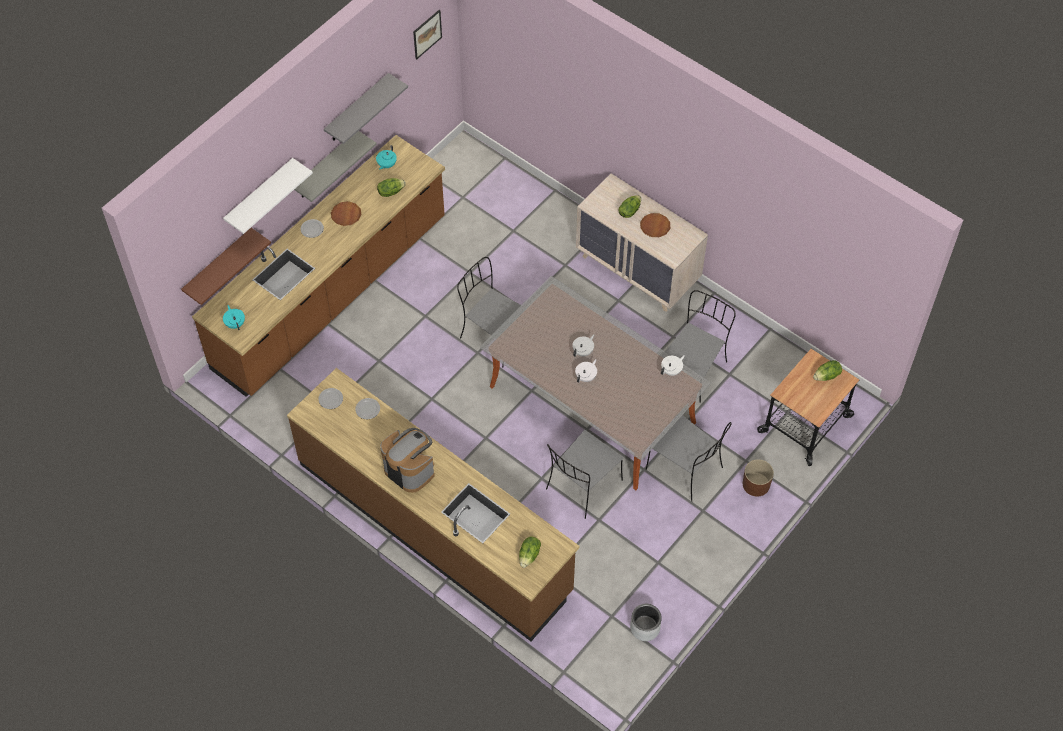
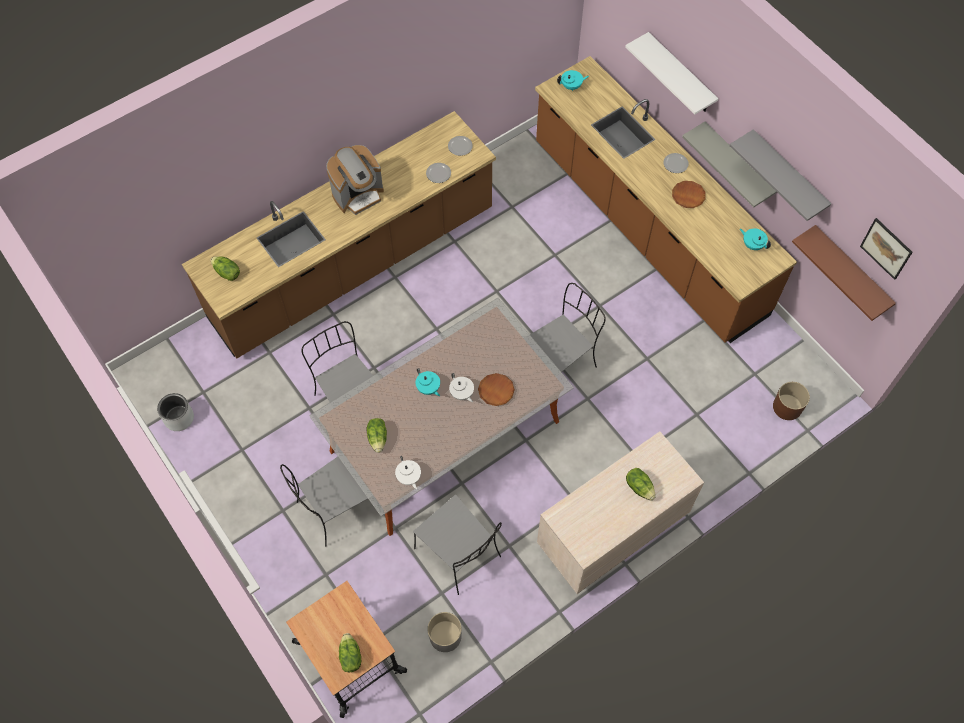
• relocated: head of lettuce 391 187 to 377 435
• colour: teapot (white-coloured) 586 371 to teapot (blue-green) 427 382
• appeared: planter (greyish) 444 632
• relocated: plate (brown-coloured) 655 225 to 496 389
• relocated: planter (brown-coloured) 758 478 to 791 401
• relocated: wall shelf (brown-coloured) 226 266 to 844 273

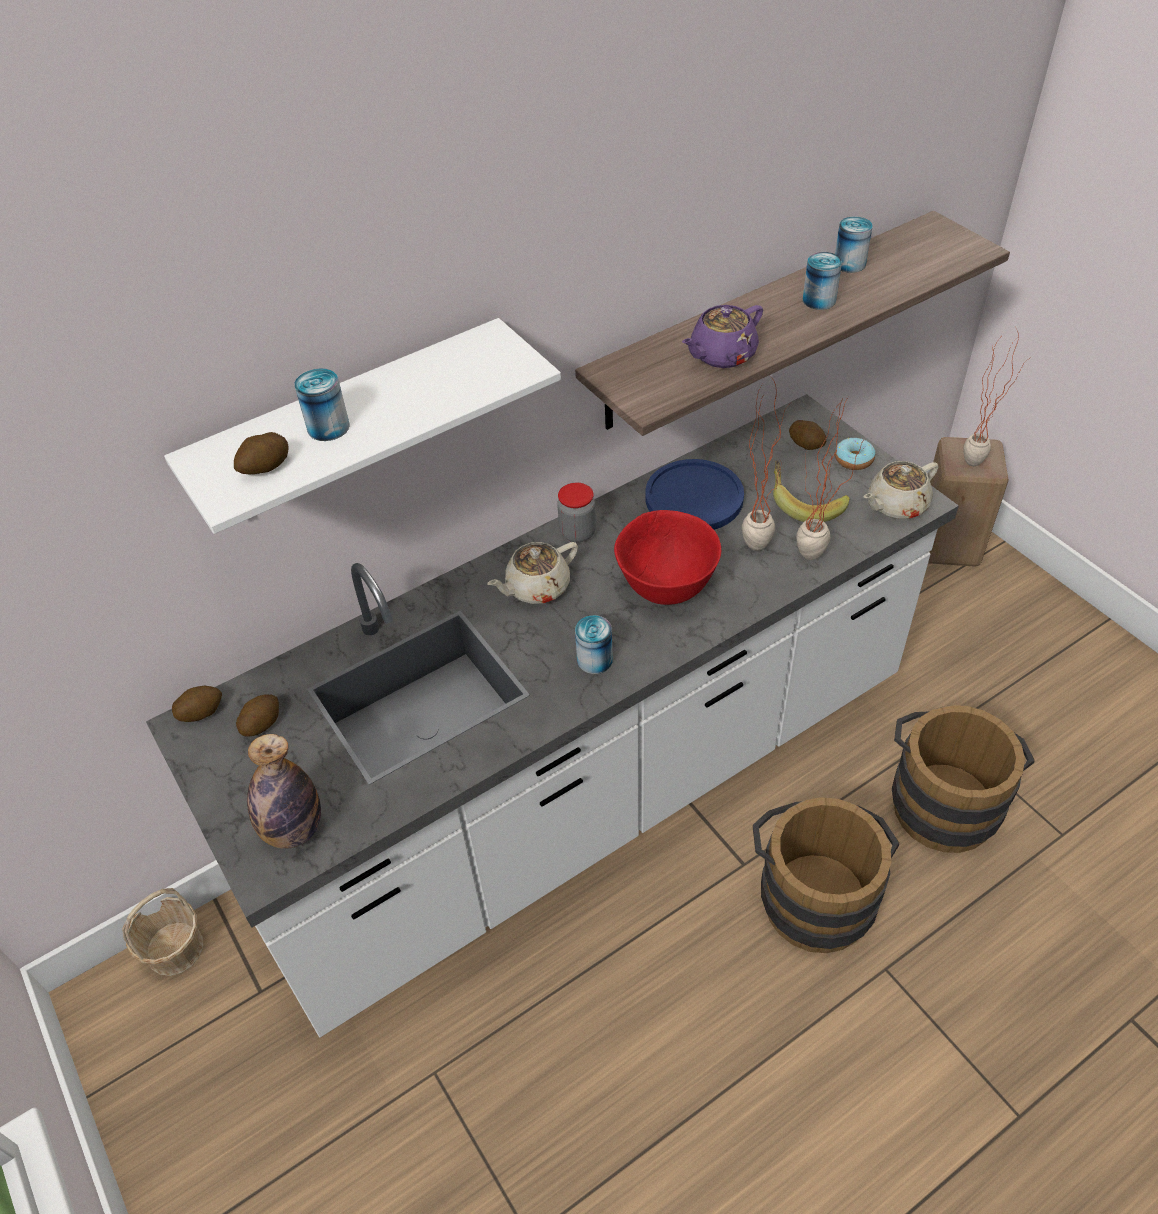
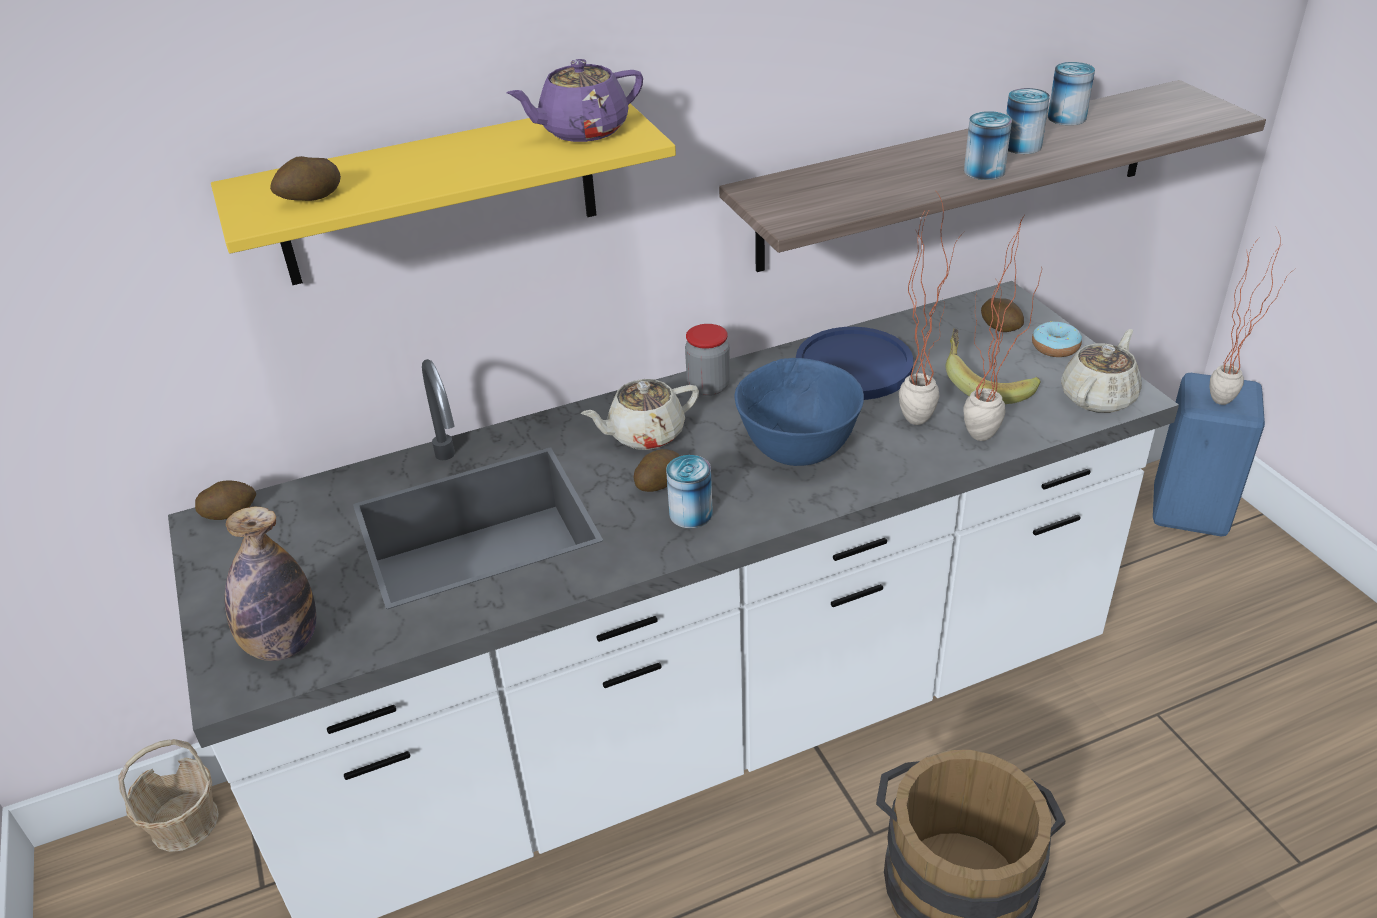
• colour: wall shelf (white-coloured) 362 426 to wall shelf (yellow) 443 194
• relocated: teapot (purplish) 722 336 to 575 100
• relocated: potato 257 715 to 657 470
• colour: bowl (red-coloured) 667 557 to bowl (blue-coloured) 799 412
• relocated: can 322 404 to 988 145
• spun: teapot (beige) 901 490 = 1101 371 150 degrees clockwise
• colour: stool seat (beige) 968 502 to stool seat (blue-coloured) 1209 454
• missing: pail (brown-coloured) 963 779

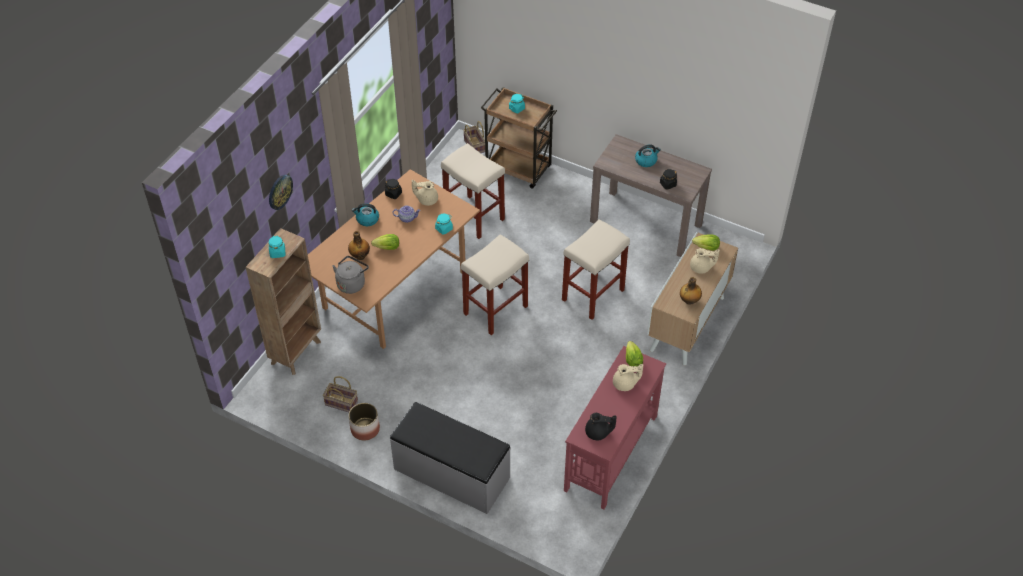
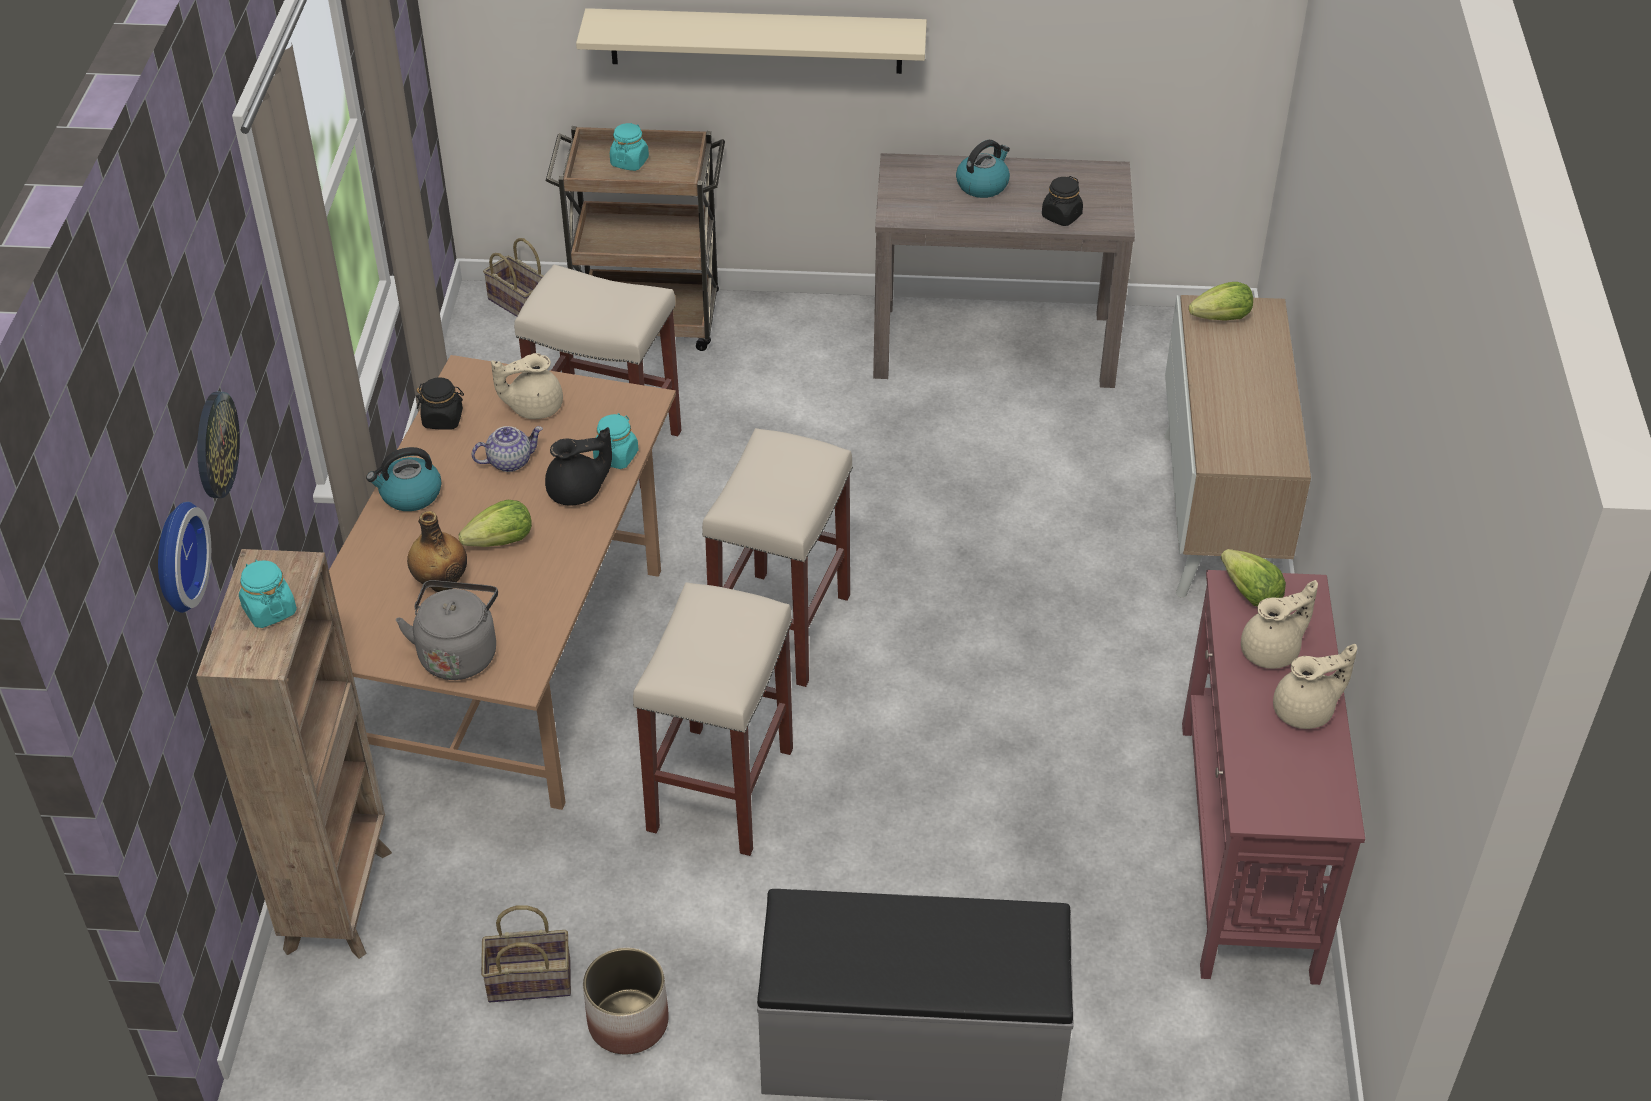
• appeared: wall clock 184 557
• relocated: teapot (blackish) 601 426 to 578 466
• appeared: wall shelf (beige) 751 41
• relocated: stool seat (beige) 596 270 to 713 719
• relocated: teapot (beige) 705 261 to 1315 686
• missing: drink bottle 691 291

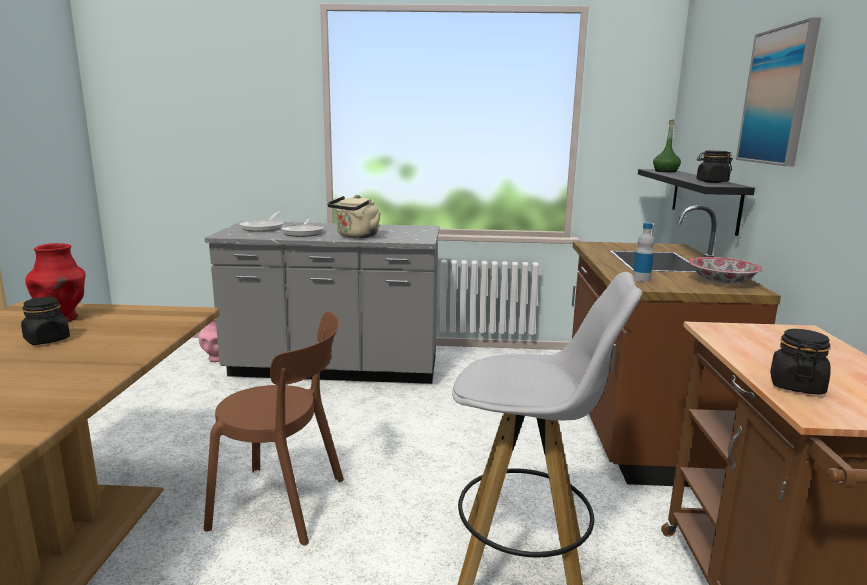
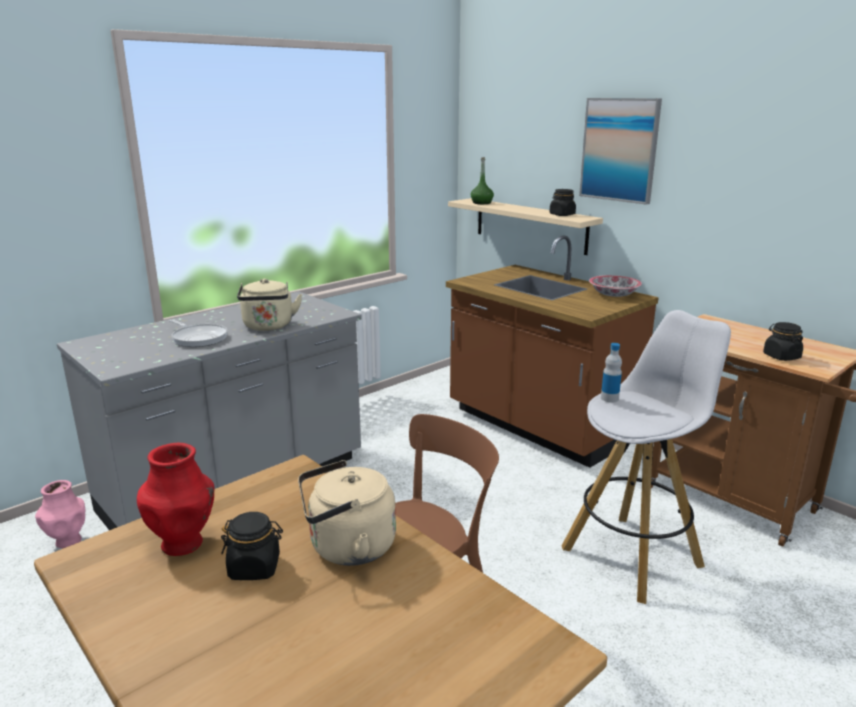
• appeared: tea kettle (beige) 347 513
• colour: wall shelf (blackish) 696 202 to wall shelf (beige) 525 226
• relocated: drink bottle 643 252 to 611 372
• missing: skillet 261 221

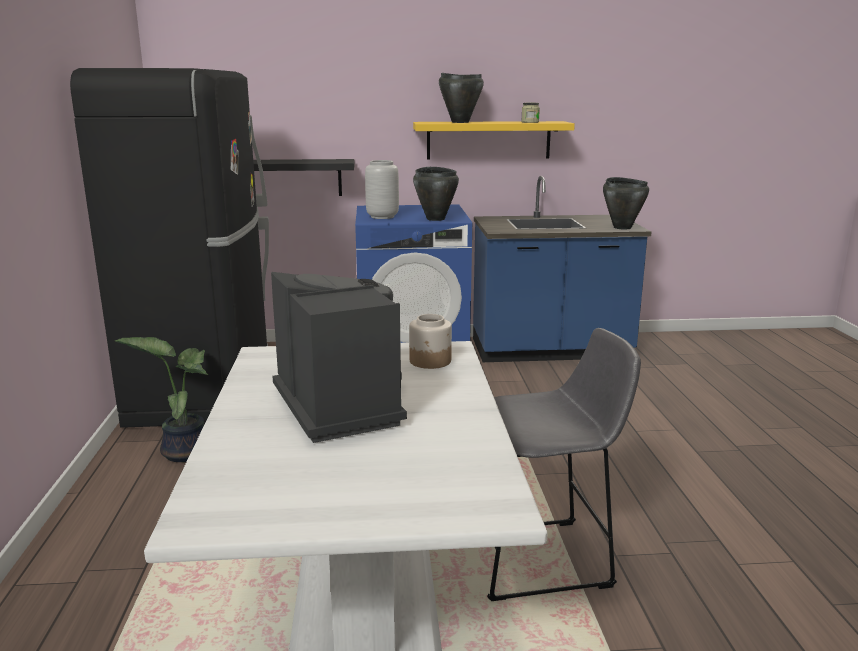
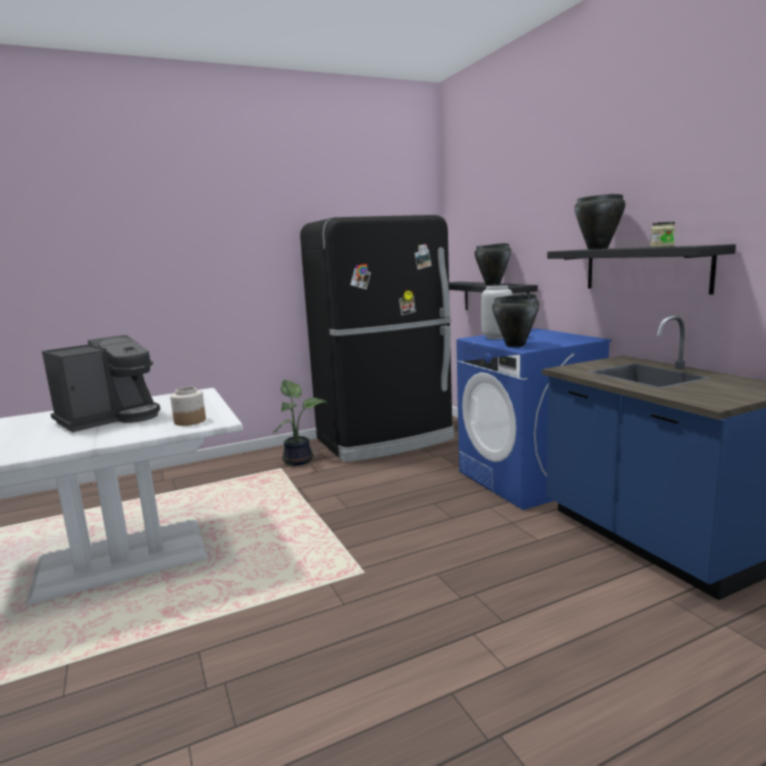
• relocated: stockpot (blackish) 626 203 to 493 264
• colour: wall shelf (yellow) 494 140 to wall shelf (blackish) 641 269
• missing: stool seat (greyish) 564 464

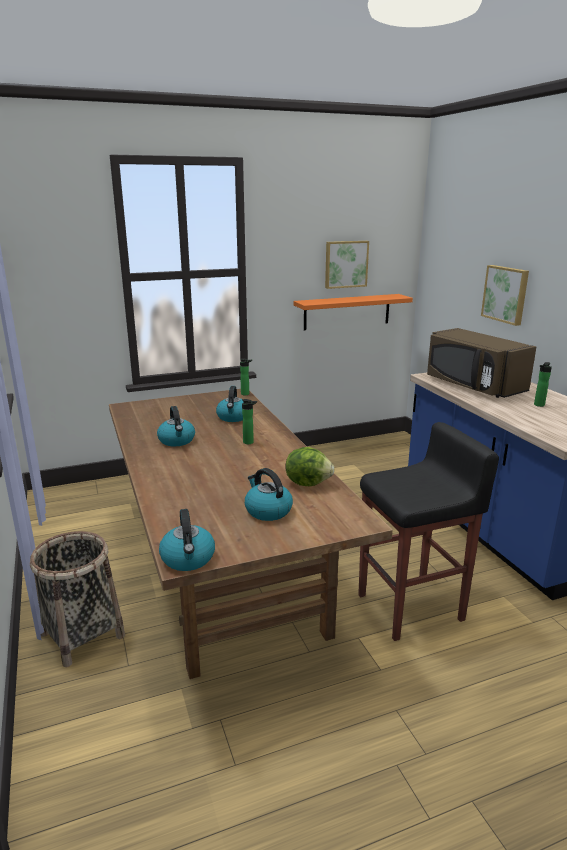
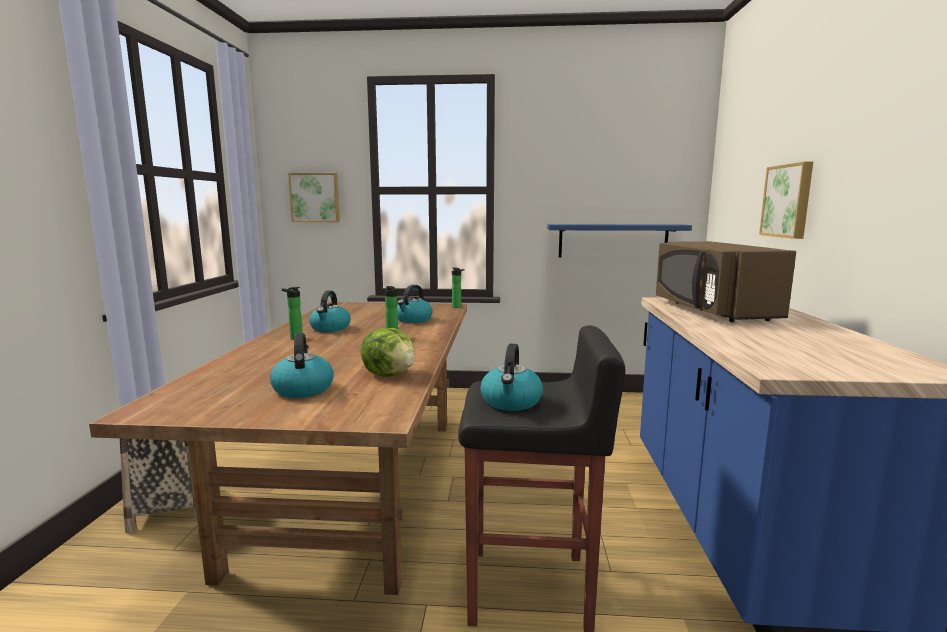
• relocated: drink bottle 543 384 to 292 313
• relocated: wall art 347 265 to 314 197
• relocated: tea kettle 187 540 to 511 377
• colour: wall shelf (orange-coloured) 353 312 to wall shelf (blue-coloured) 619 240

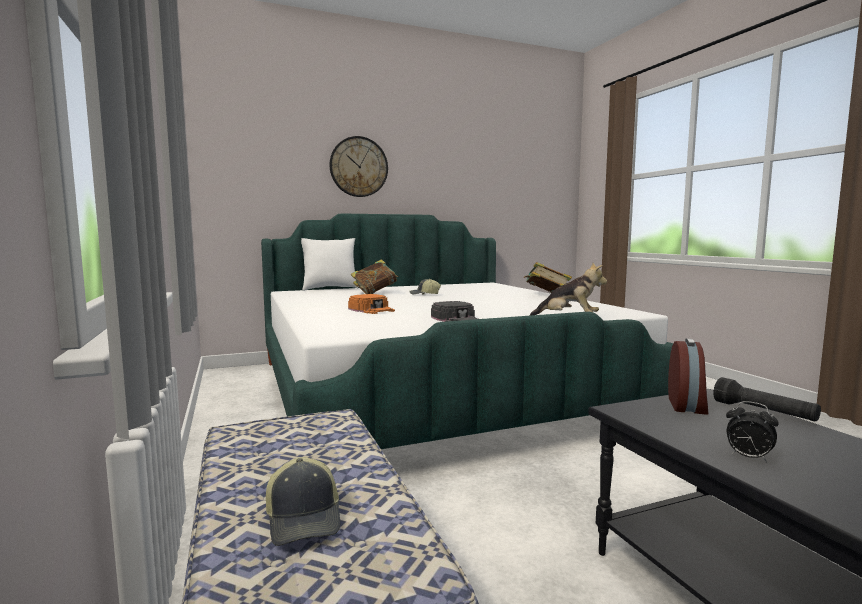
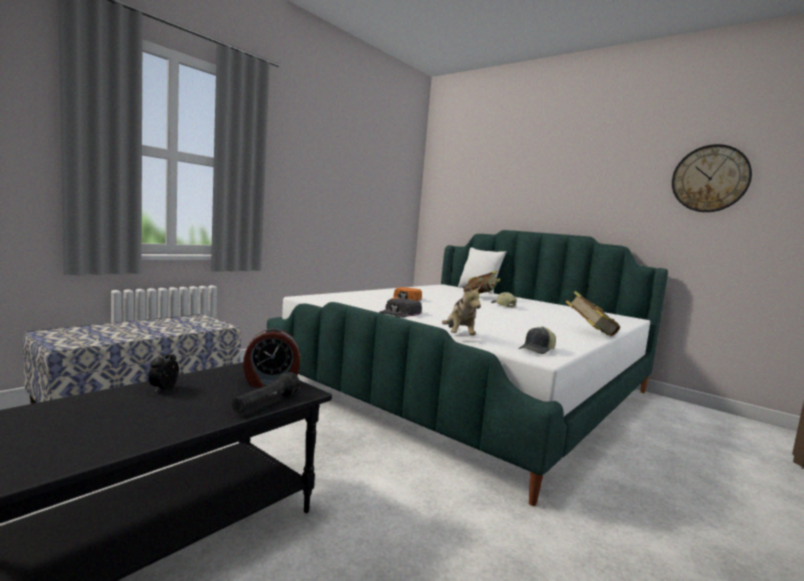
• relocated: cap 303 501 to 537 340
• relocated: wall clock 359 166 to 712 178

